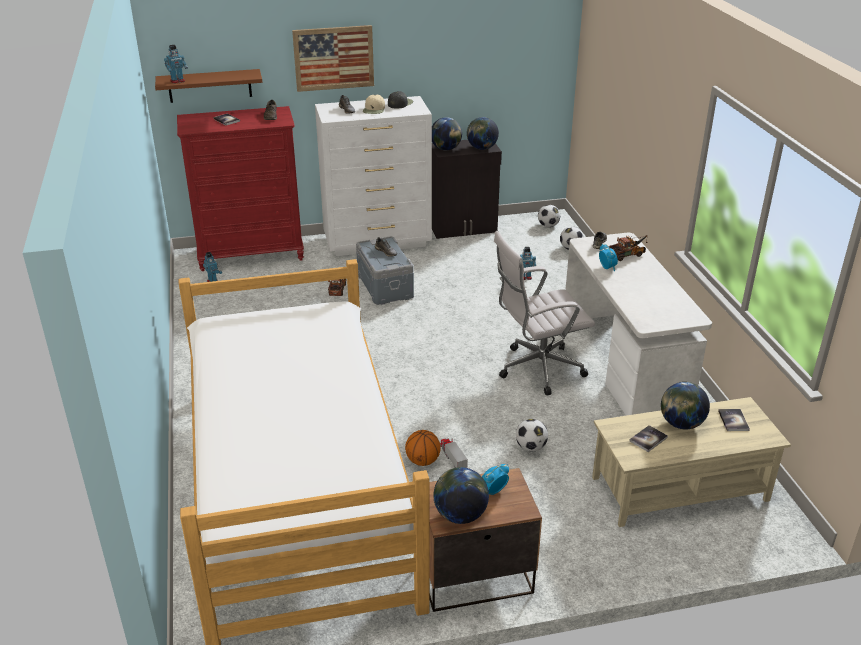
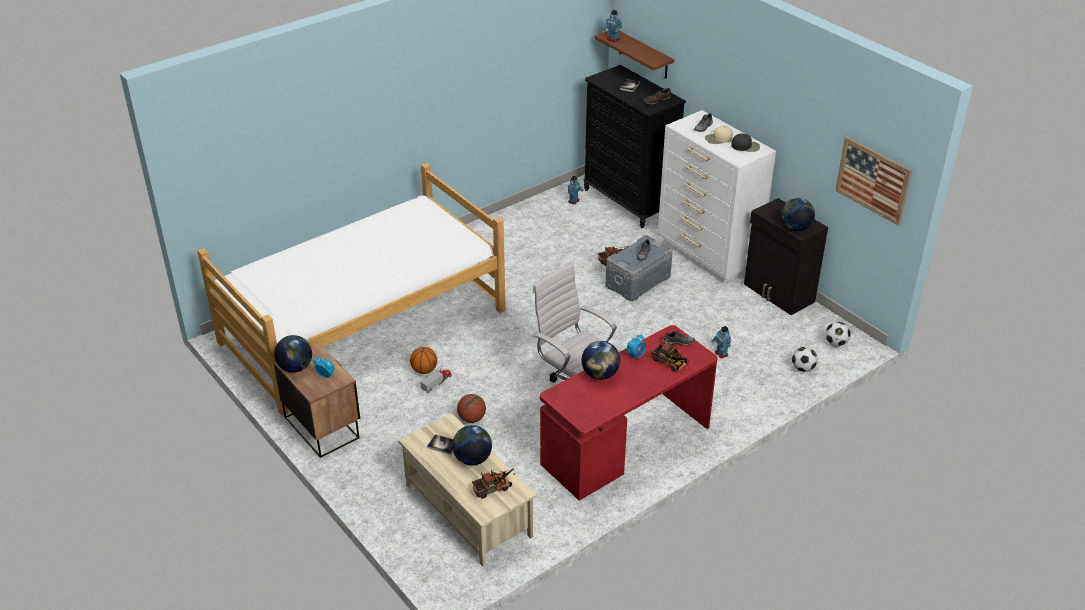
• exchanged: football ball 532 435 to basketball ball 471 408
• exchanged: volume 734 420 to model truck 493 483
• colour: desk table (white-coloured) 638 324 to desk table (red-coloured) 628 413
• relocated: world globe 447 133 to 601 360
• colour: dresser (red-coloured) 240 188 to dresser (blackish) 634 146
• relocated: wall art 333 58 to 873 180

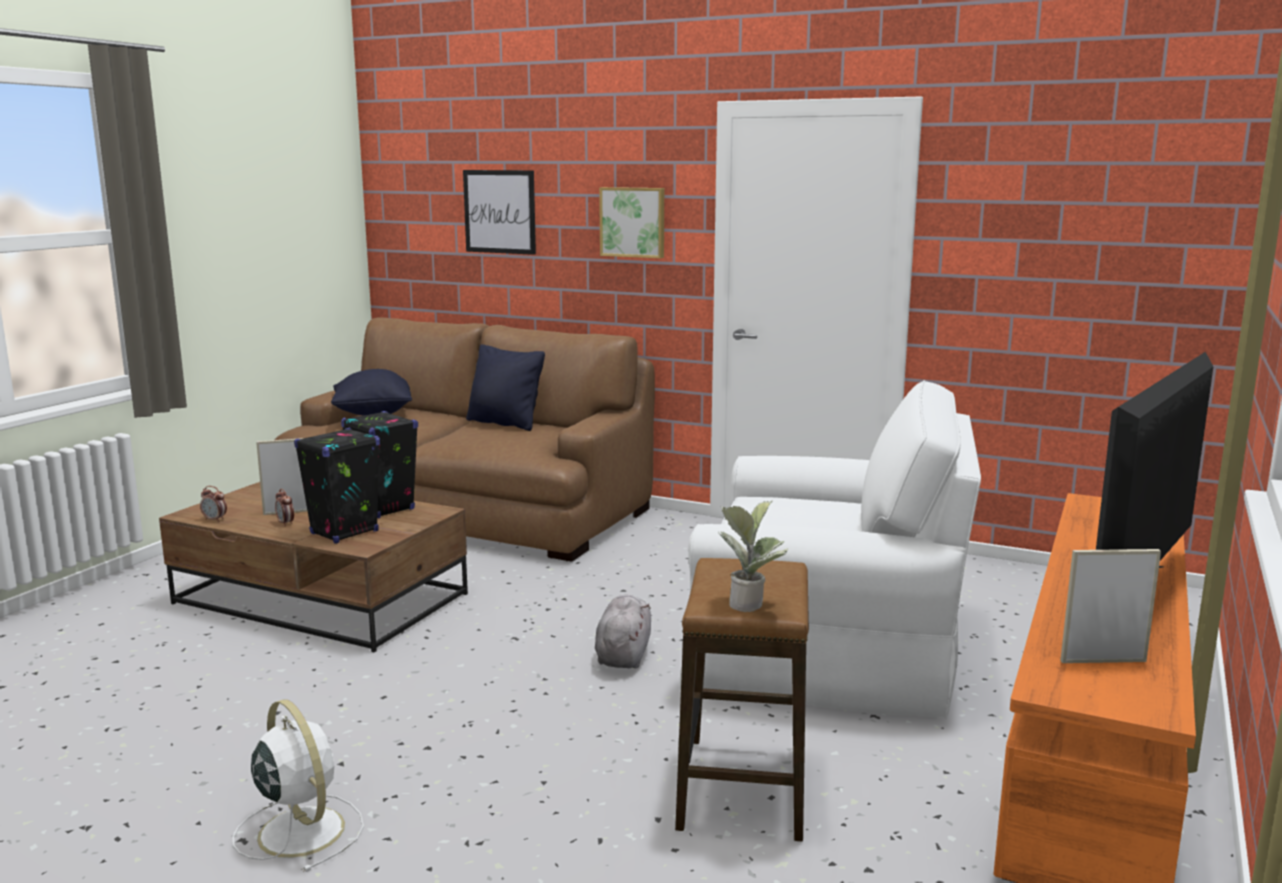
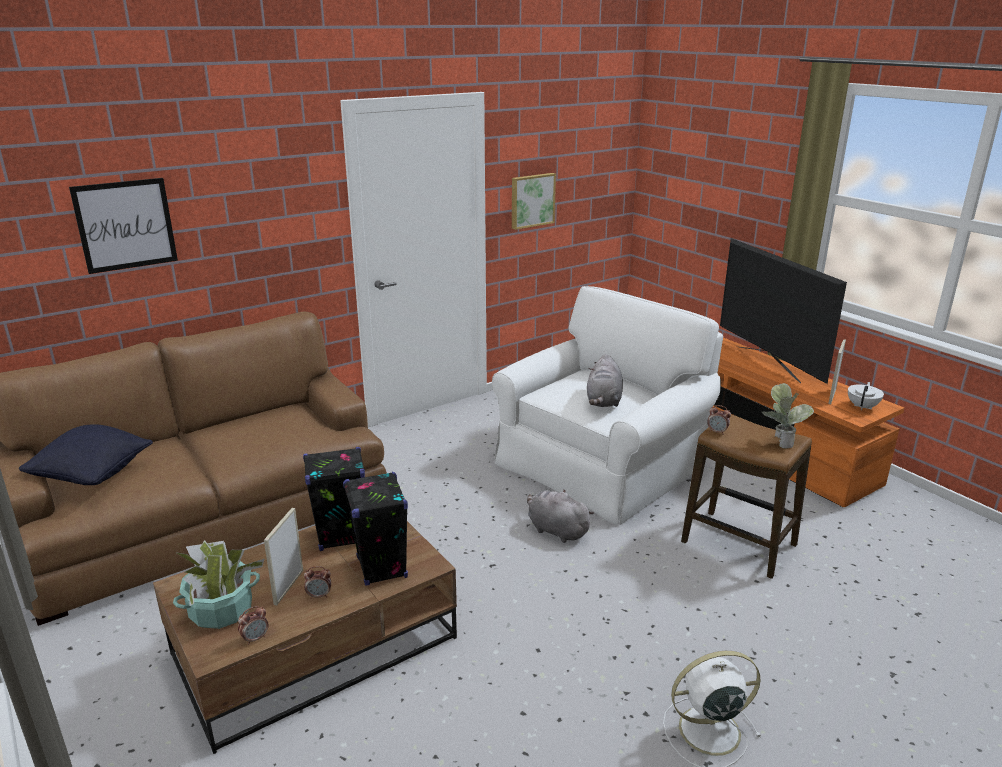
• appeared: houseplant 218 584
• relocated: wall art 631 222 to 534 201
• appeared: plush toy (greyish) 605 380
• appeared: table clock 719 420
• appeared: teapot (white-coloured) 866 396
• missing: throw pillow (blackish) 505 387

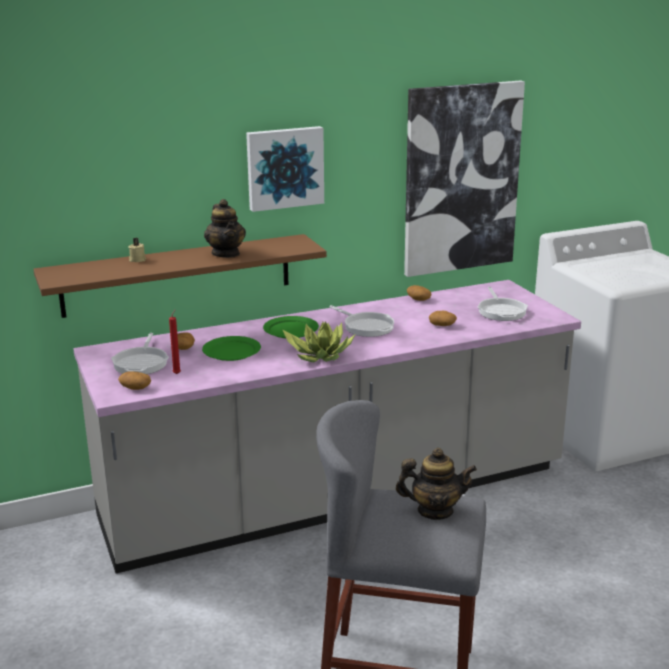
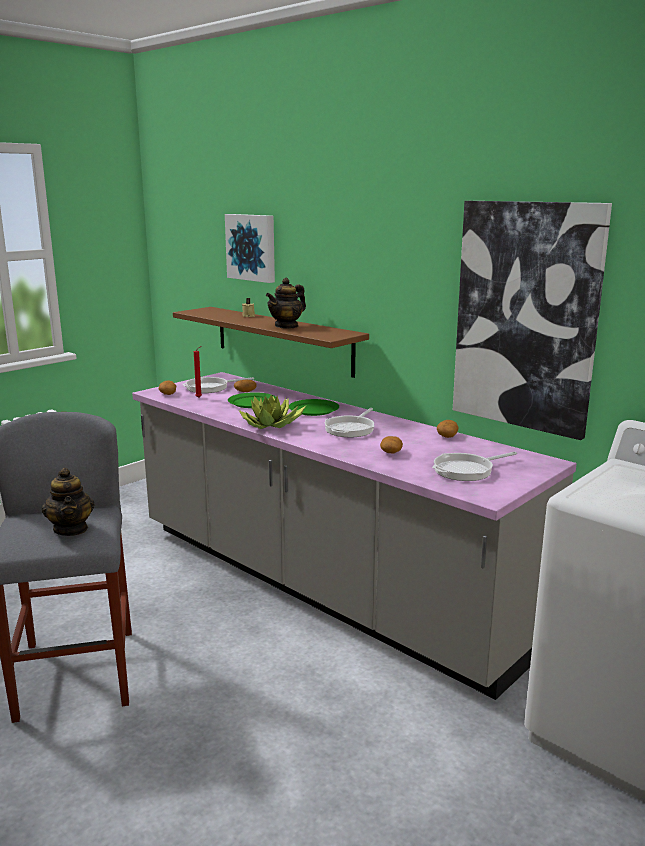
• relocated: wall art 285 169 to 250 248

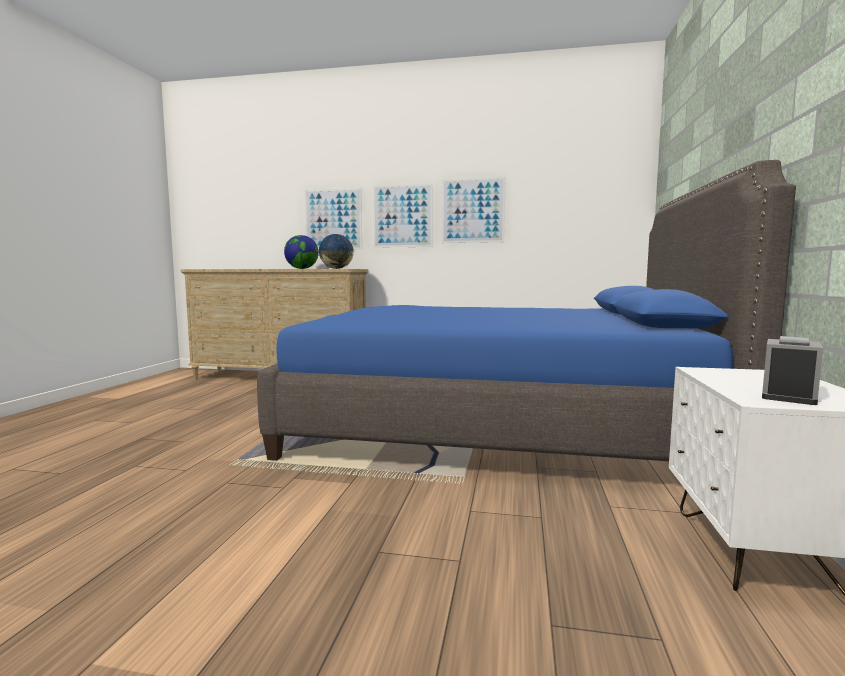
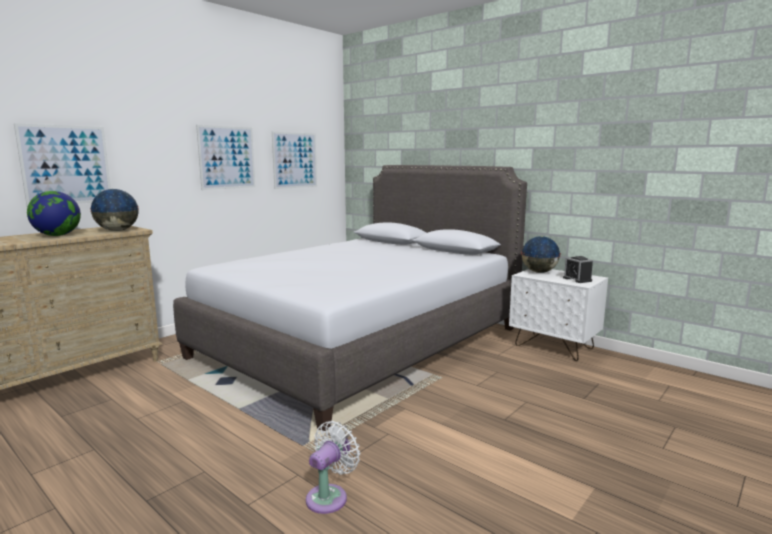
• colour: bedroom bed (blue-coloured) 526 310 to bedroom bed (greyish) 350 298
• relocated: wall art 403 216 to 294 160
• appeared: cooling fan (white-coloured) 333 467
• appeared: world globe 541 254

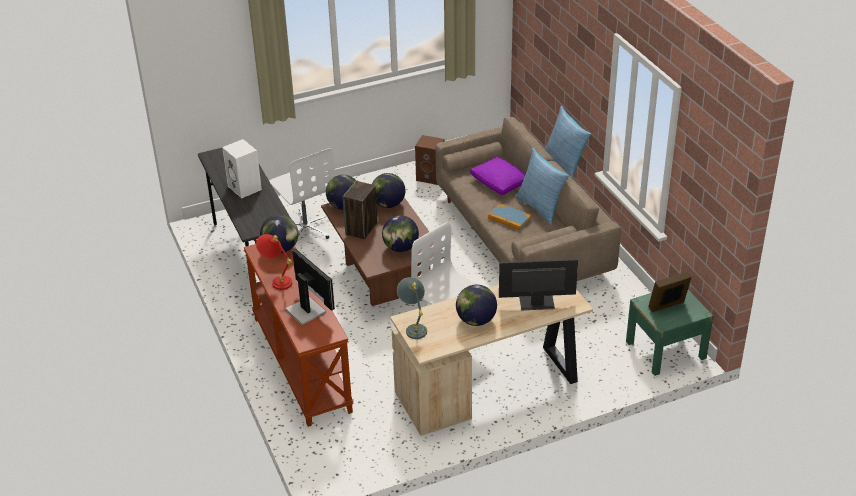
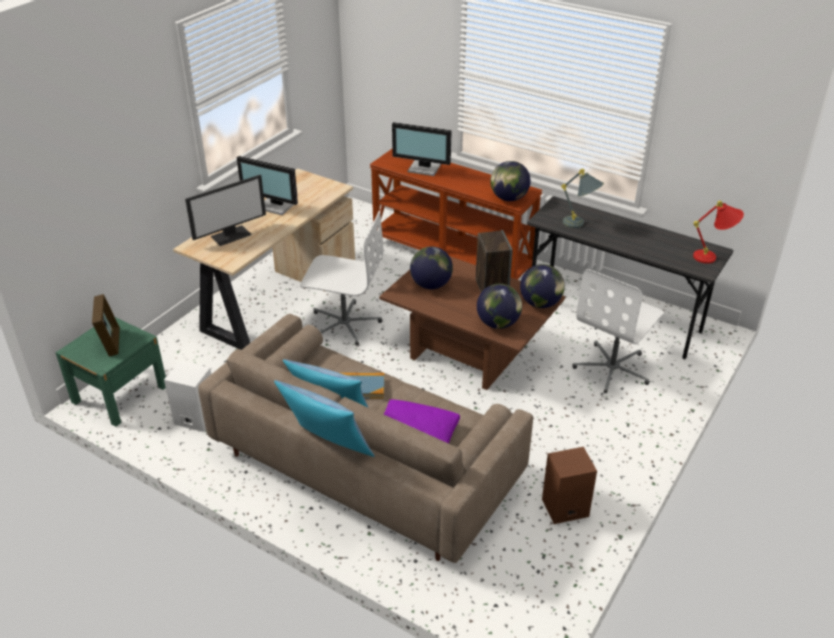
• spun: picture frame 669 292 = 106 325 45 degrees counterclockwise
• relocated: speaker (white-coloured) 242 169 to 187 396
• exchanged: world globe 476 305 to monitor 267 185
• relocated: table lamp (greyish) 412 308 to 582 198
• spun: desk chair (white-coloured) 302 193 = 618 331 75 degrees counterclockwise
• relocated: table lamp (red-coloured) 274 262 to 718 232

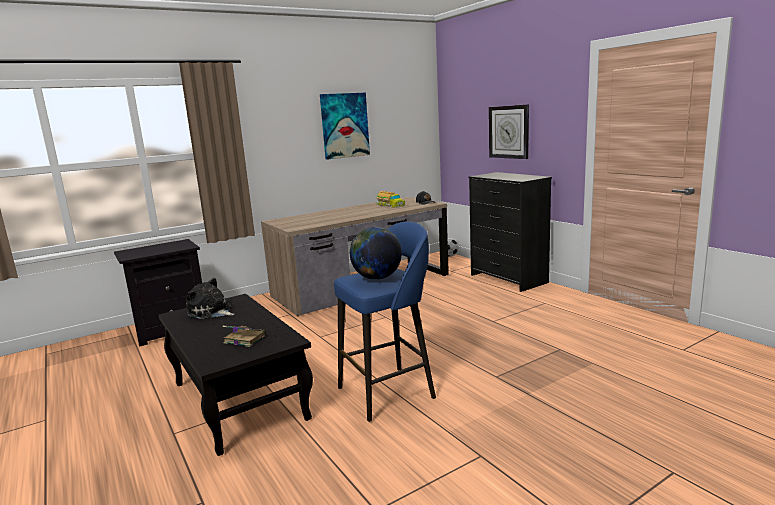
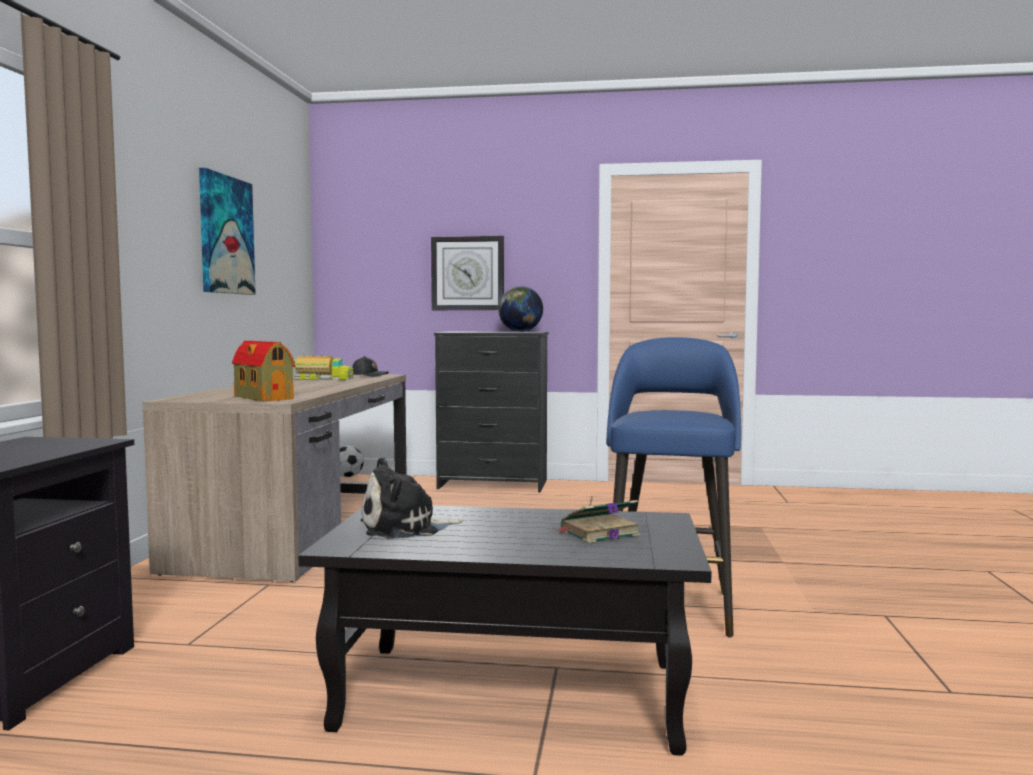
• appeared: toy house 263 371
• relocated: world globe 376 253 to 520 309

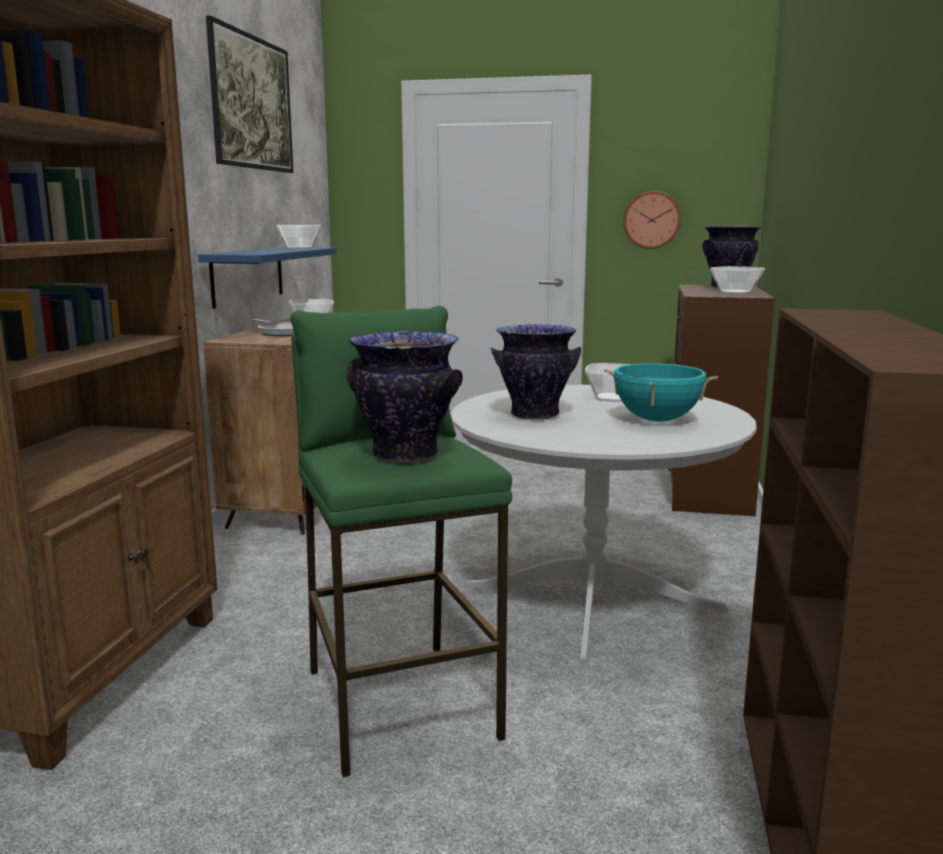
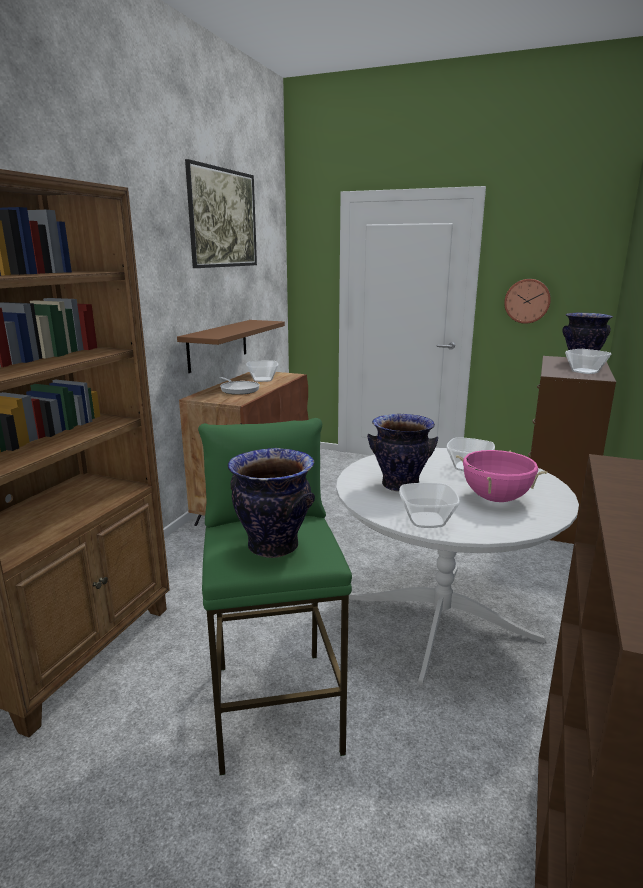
• colour: wall shelf (blue-coloured) 267 278 to wall shelf (brown-coloured) 231 346
• relocated: bowl 298 237 to 429 505
• colour: stockpot (blue-green) 661 392 to stockpot (pinkish) 501 476

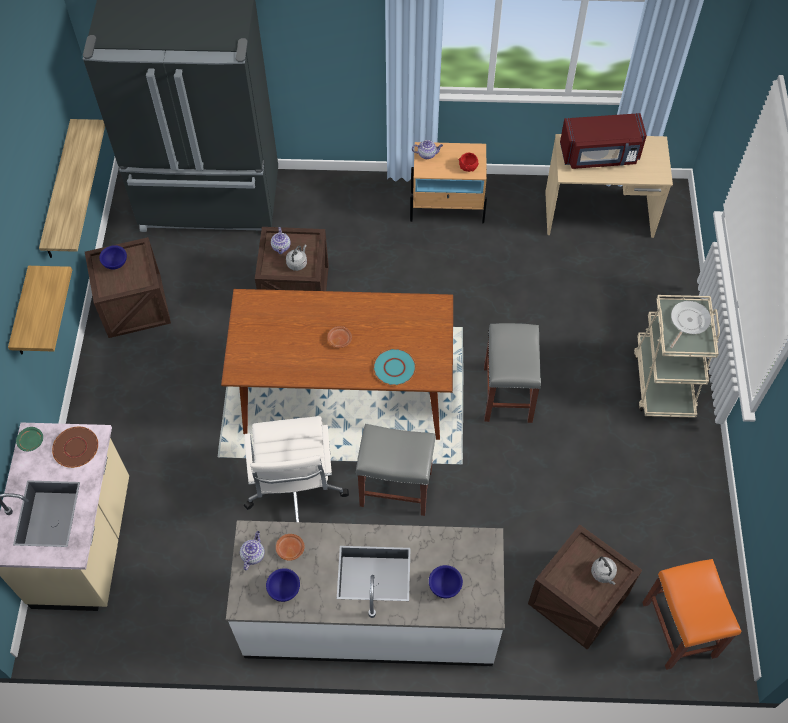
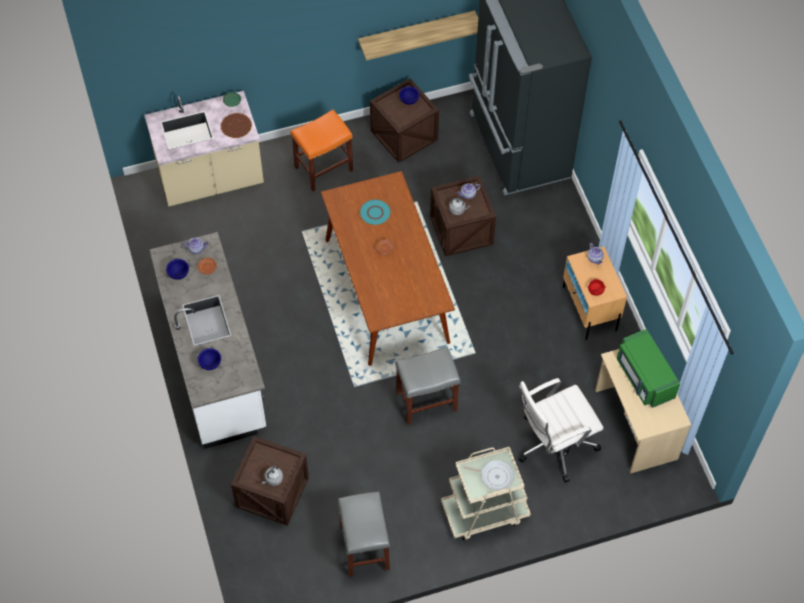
• relocated: stool seat (orange-coloured) 691 614 to 321 150
• relocated: stool seat (greyish) 395 470 to 364 534
• relocated: plate (blue-green) 394 367 to 375 212
• relocated: desk chair (white-coloured) 296 469 to 561 430
• colour: microwave (red-coloured) 603 141 to microwave (greenish) 648 368
• missing: wall shelf 40 310

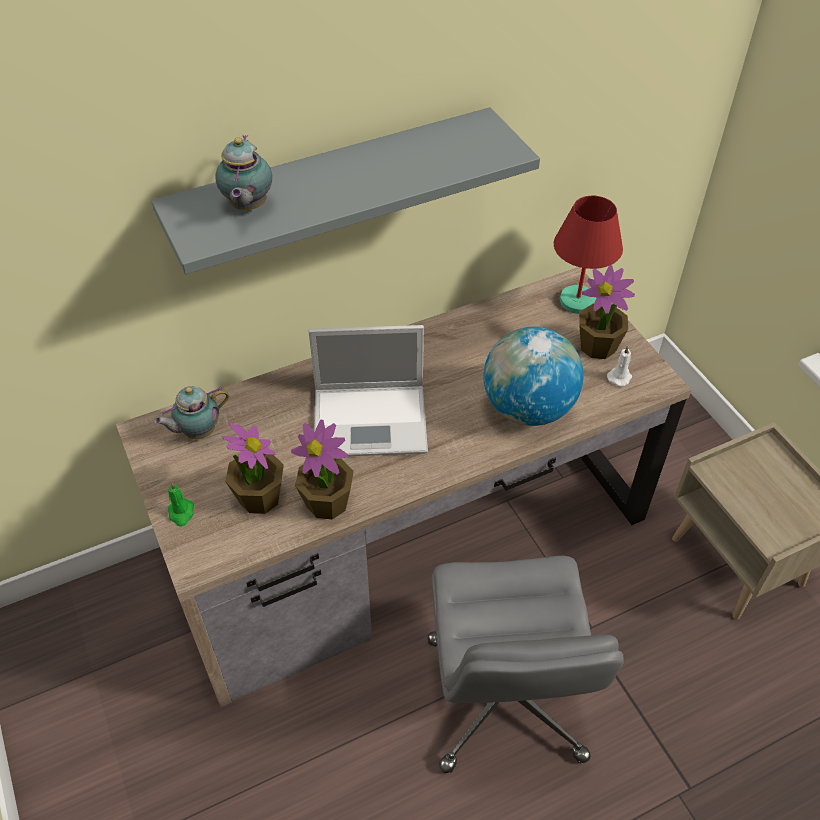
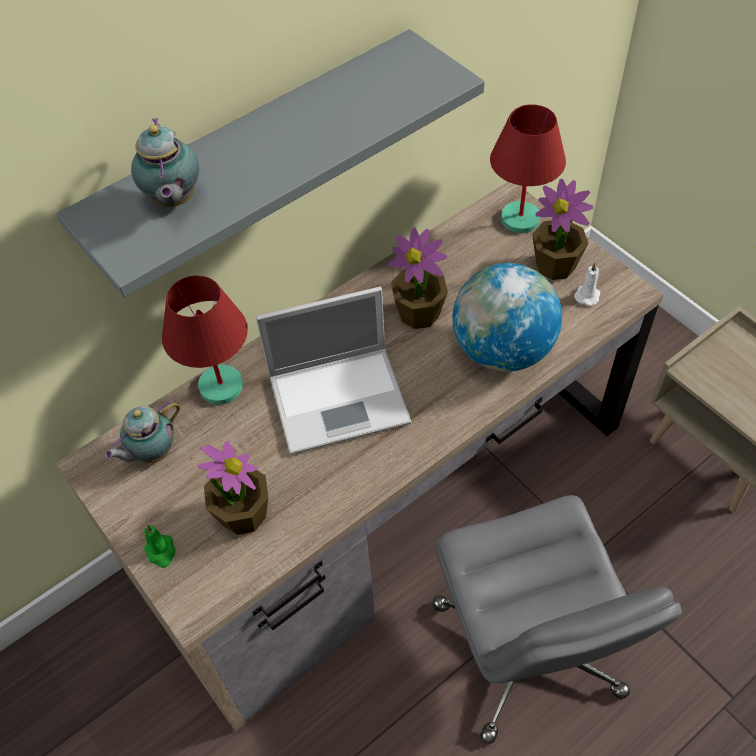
• appeared: table lamp (red-coloured) 205 340
• relocated: houseplant 322 469 to 418 278

